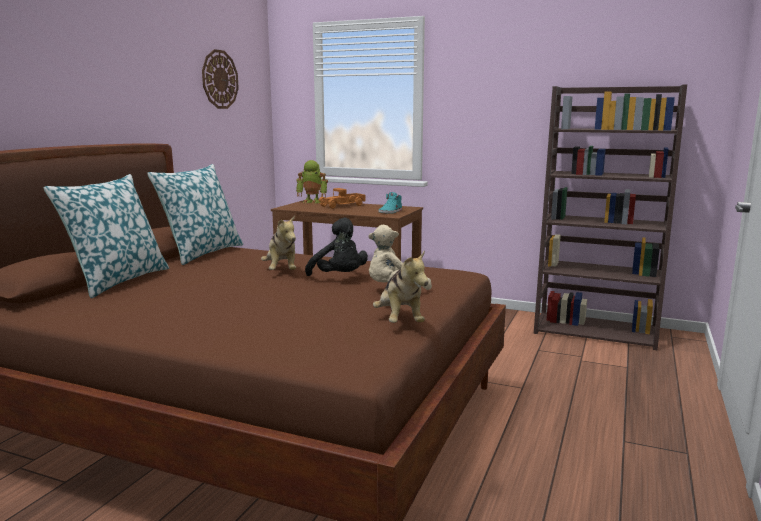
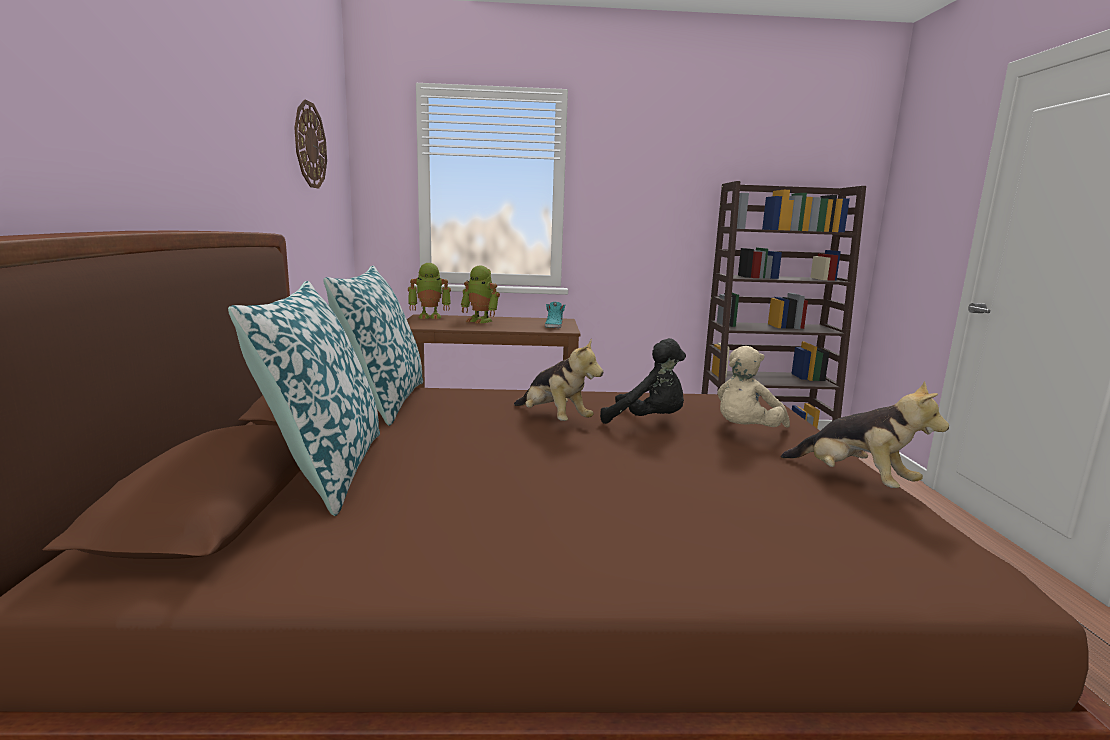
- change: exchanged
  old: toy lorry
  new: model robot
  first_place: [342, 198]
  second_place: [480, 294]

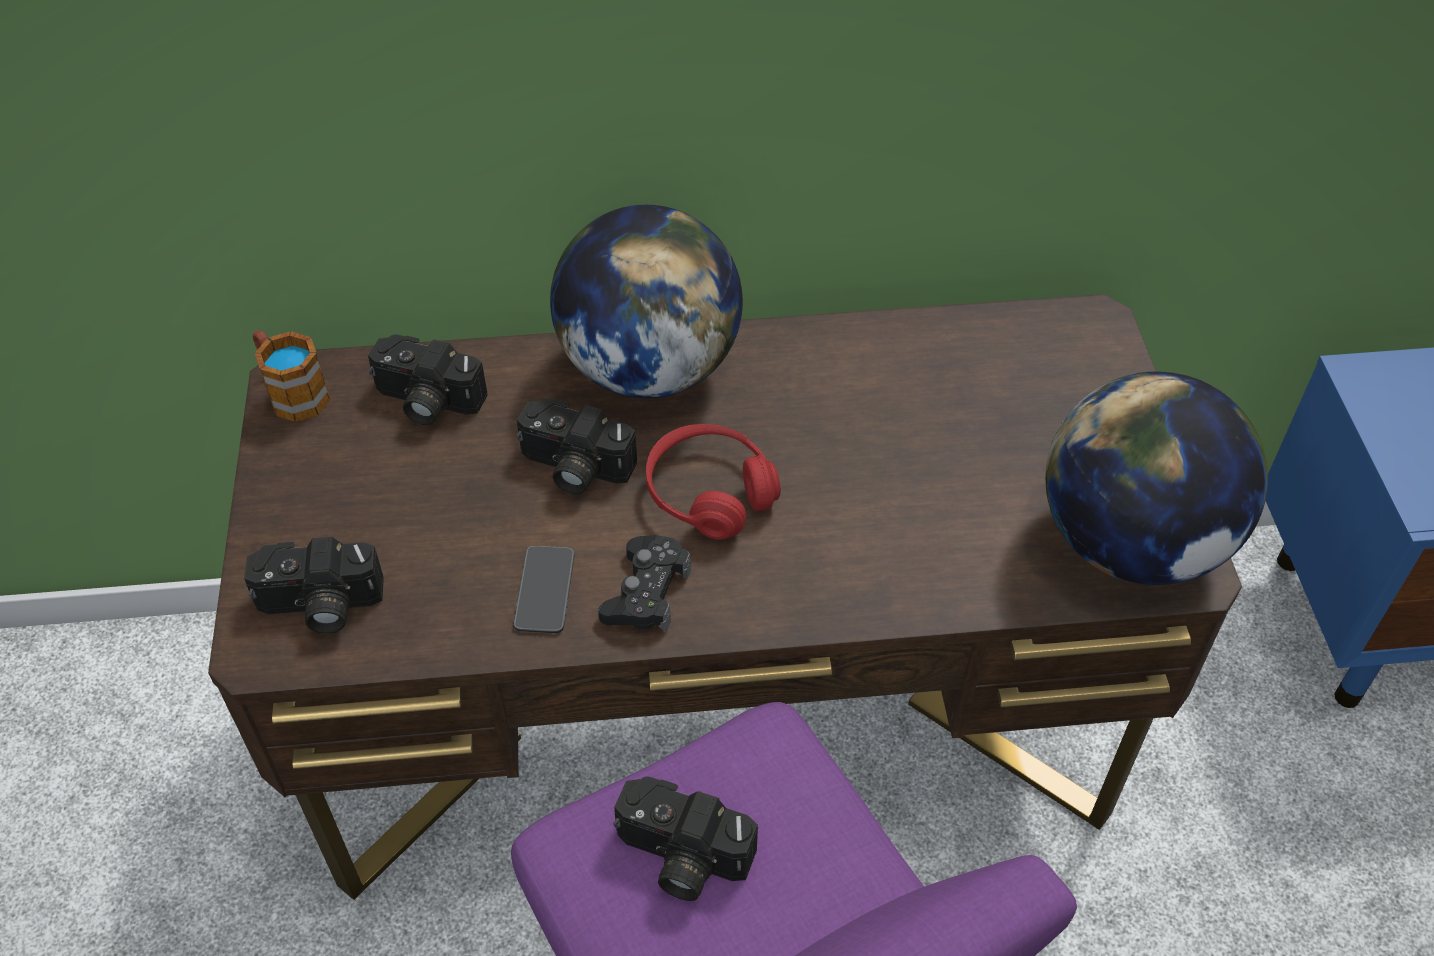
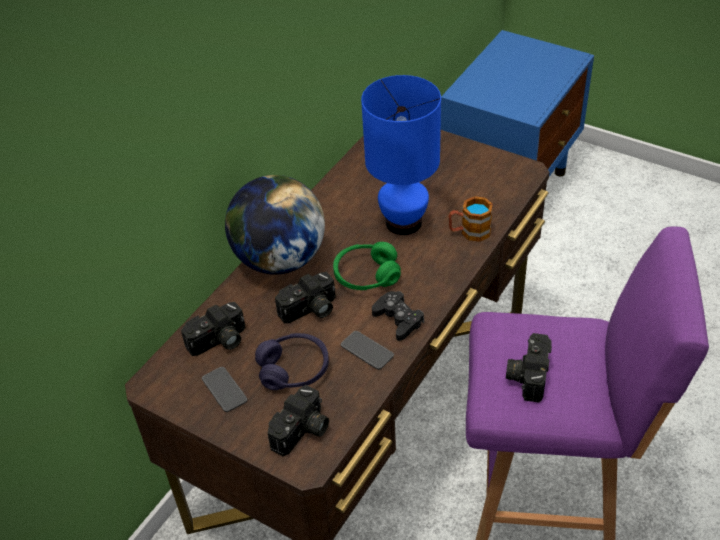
- change: relocated
  old: mug
  first_place: [291, 376]
  second_place: [471, 219]
- change: missing
  old: globe
  first_place: [1156, 478]
- change: colour
  old: headphones in red
  new: headphones in green
  first_place: [713, 482]
  second_place: [367, 266]
- change: spun
  old: photo camera
  first_place: [685, 838]
  second_place: [529, 368]
  degrees: 135
- change: appeared
  new: tabletop lamp in blue
  second_place: [401, 155]
- change: appeared
  new: headphones in purple-coloured
  second_place: [292, 361]
- change: appeared
  new: phone
  second_place: [225, 389]

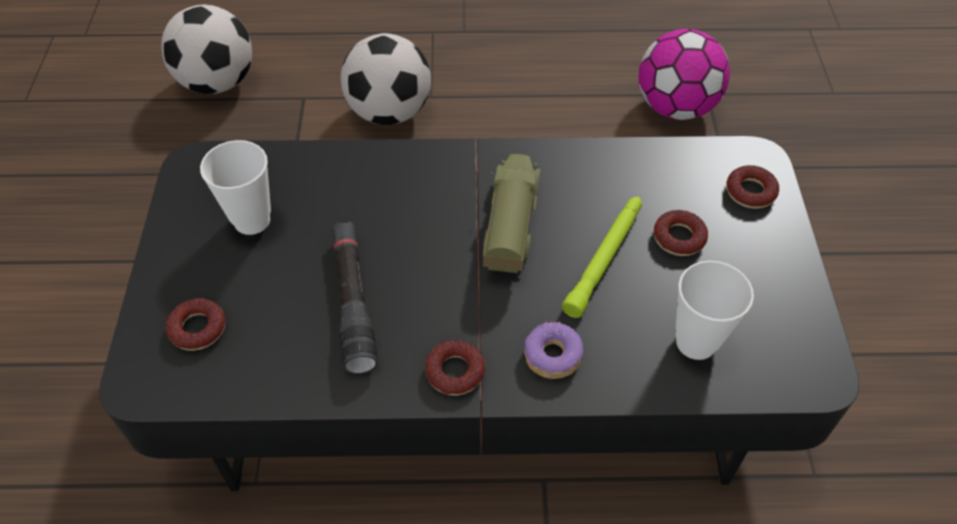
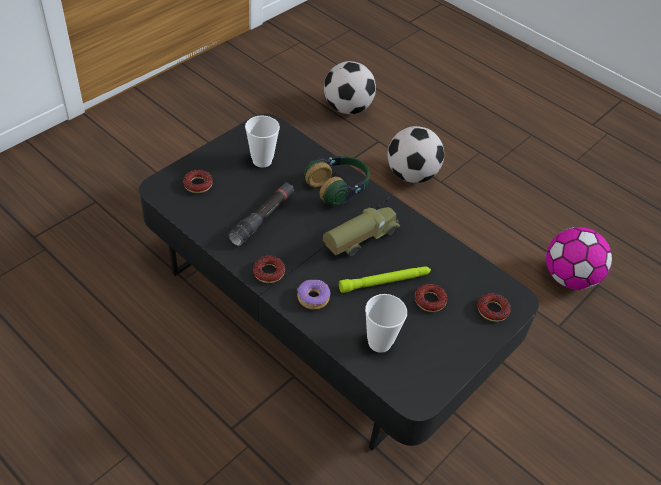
- change: appeared
  new: headphones
  second_place: [337, 180]

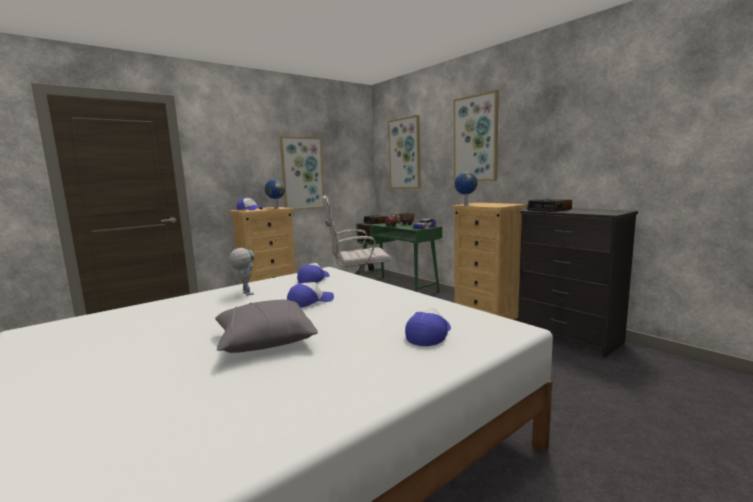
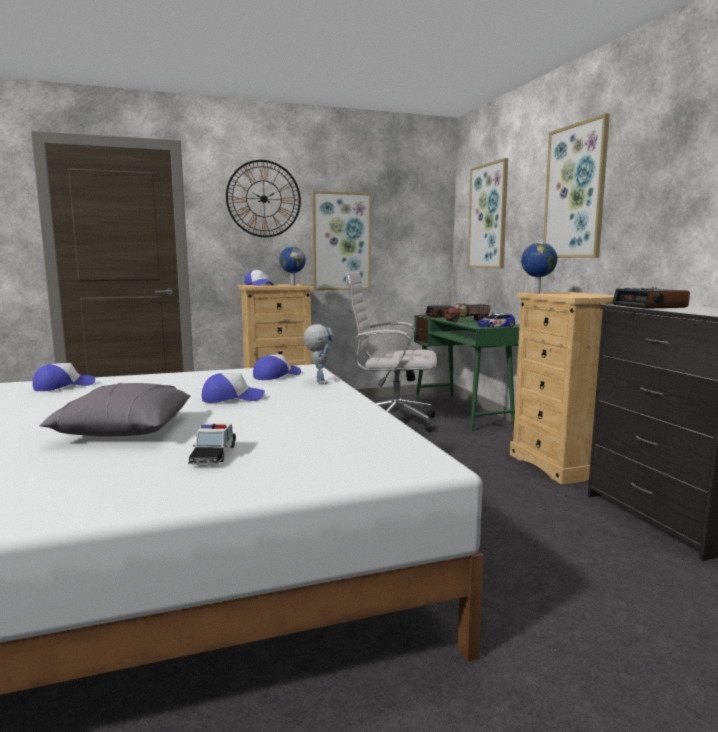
- change: relocated
  old: model robot
  first_place: [241, 272]
  second_place: [318, 354]
- change: relocated
  old: cap
  first_place: [428, 327]
  second_place: [64, 377]
- change: appeared
  new: hanging clock
  second_place: [263, 198]
- change: appeared
  new: model car
  second_place: [212, 444]

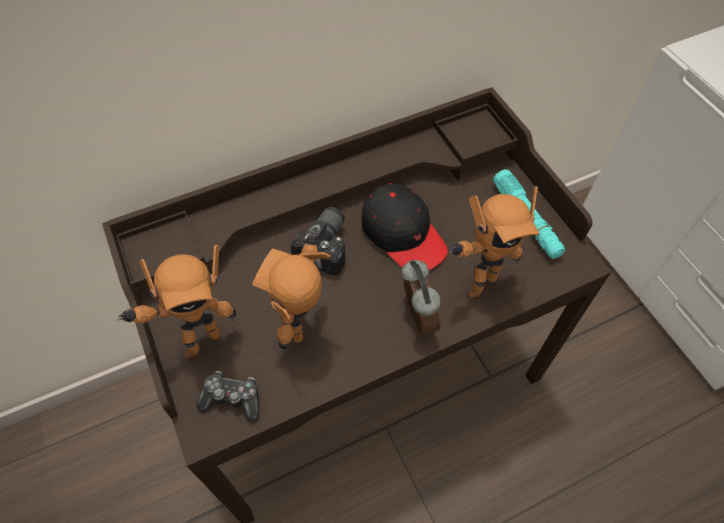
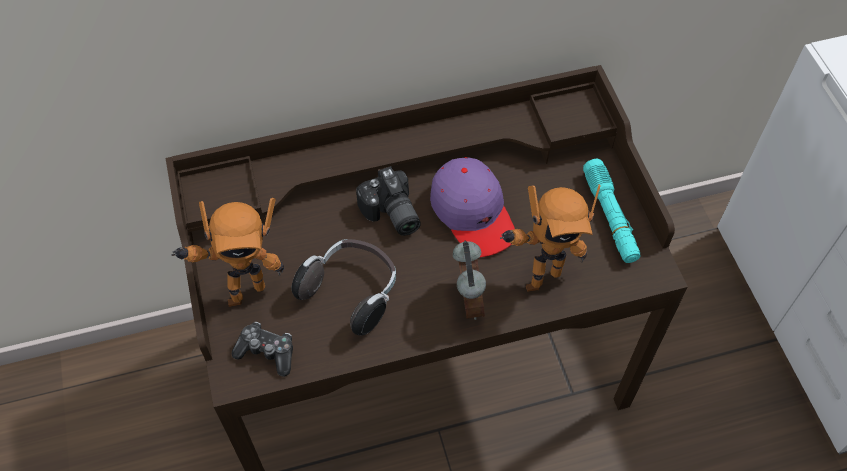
- change: colour
  old: cap in black-coloured
  new: cap in purple-coloured
  first_place: [404, 226]
  second_place: [472, 207]
- change: spun
  old: photo camera
  first_place: [318, 241]
  second_place: [388, 201]
  degrees: 120
- change: exchanged
  old: model robot
  new: headphones
  first_place: [291, 290]
  second_place: [343, 287]

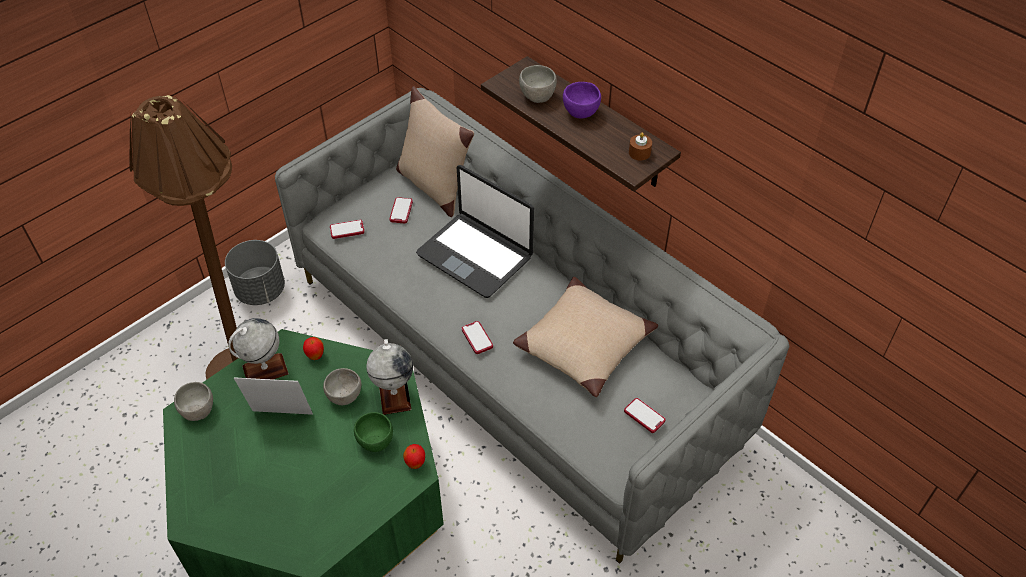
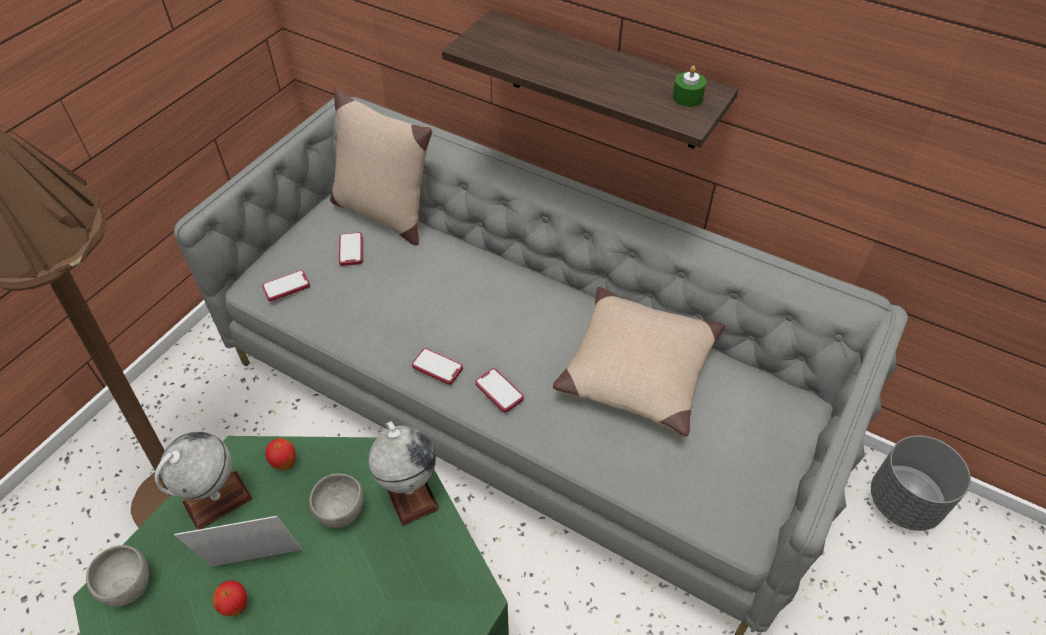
- change: missing
  old: bowl in grey
  first_place: [538, 84]
- change: missing
  old: bowl in purple-coloured
  first_place: [582, 100]
- change: colour
  old: wax light in brown
  new: wax light in green
  first_place: [640, 146]
  second_place: [689, 86]
- change: missing
  old: portable computer
  first_place: [475, 231]
- change: relocated
  old: plant pot in grey
  first_place: [255, 272]
  second_place: [921, 483]
- change: relocated
  old: phone
  first_place: [645, 415]
  second_place: [437, 366]
- change: missing
  old: bowl in green
  first_place: [373, 432]
- change: relocated
  old: whole apple
  first_place: [414, 456]
  second_place: [229, 598]

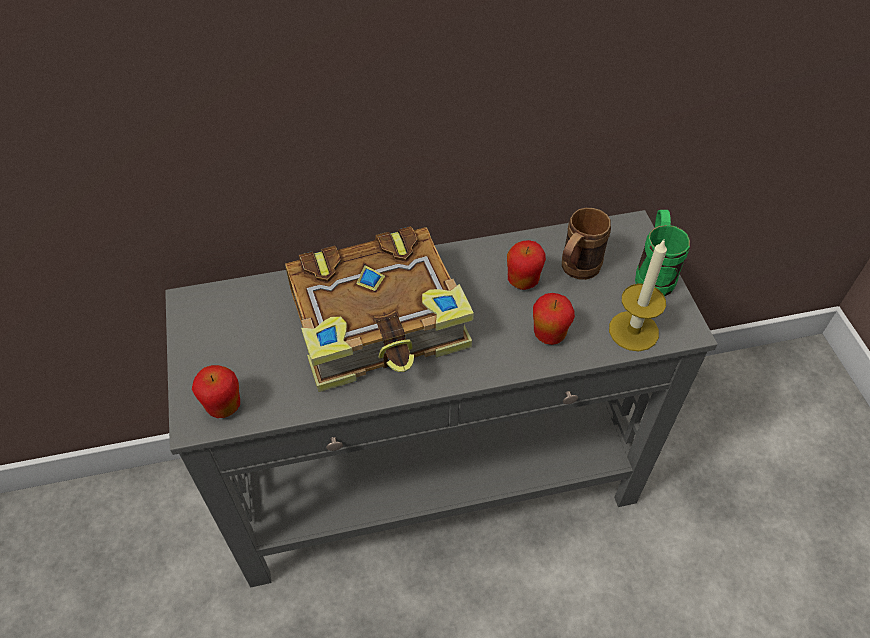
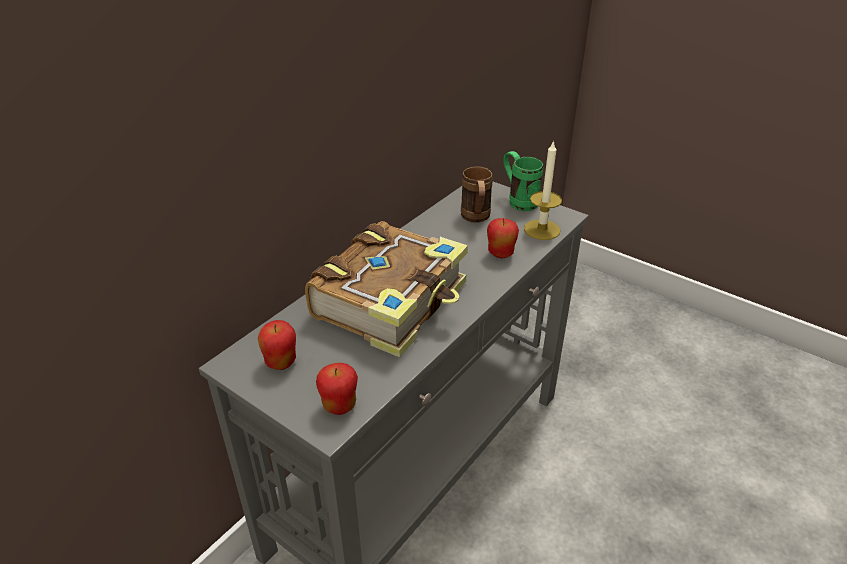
- change: relocated
  old: whole apple
  first_place: [526, 265]
  second_place: [277, 345]

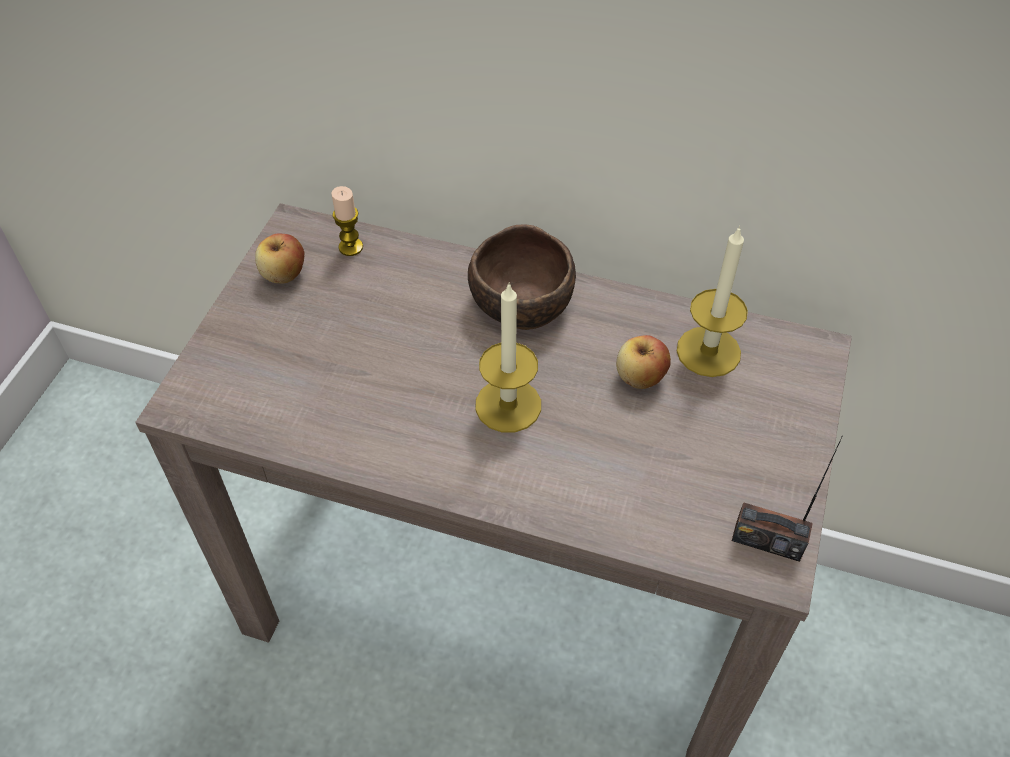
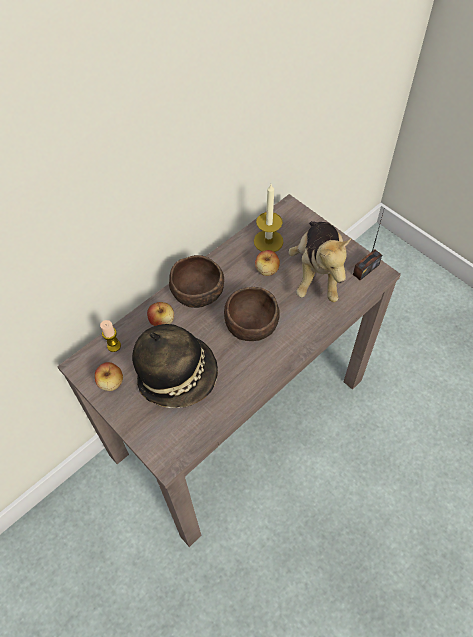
- change: exchanged
  old: wax light
  new: bowl in brown
  first_place: [508, 357]
  second_place: [252, 314]
- change: appeared
  new: cuddly toy
  second_place: [320, 261]
- change: appeared
  new: whole apple
  second_place: [160, 314]
- change: appeared
  new: wearable hat
  second_place: [175, 366]

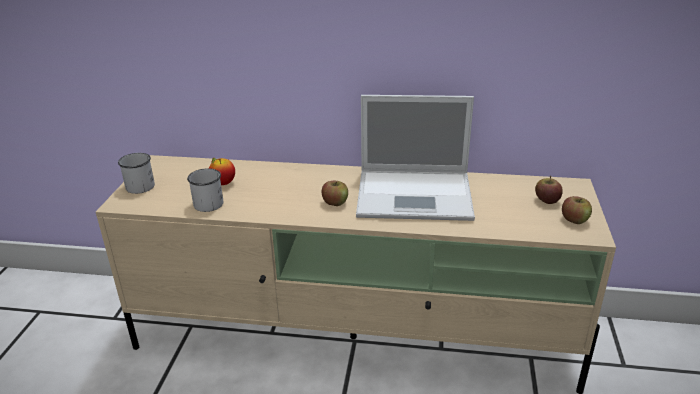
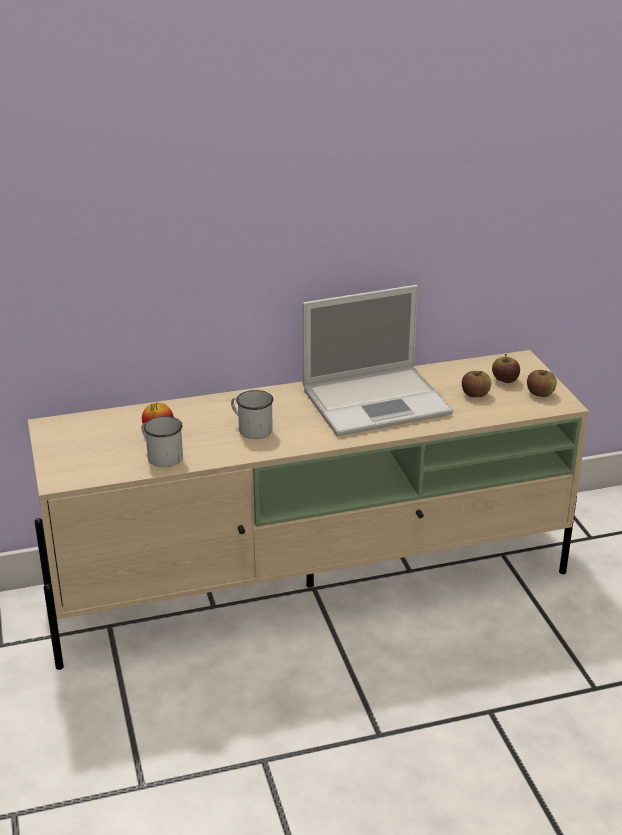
- change: relocated
  old: mug in white
  first_place: [136, 173]
  second_place: [252, 414]
- change: relocated
  old: whole apple
  first_place: [334, 193]
  second_place: [476, 384]

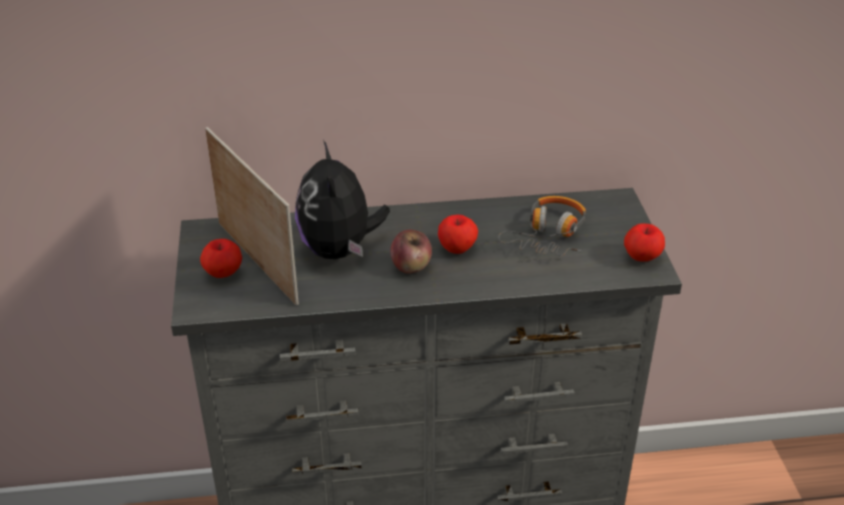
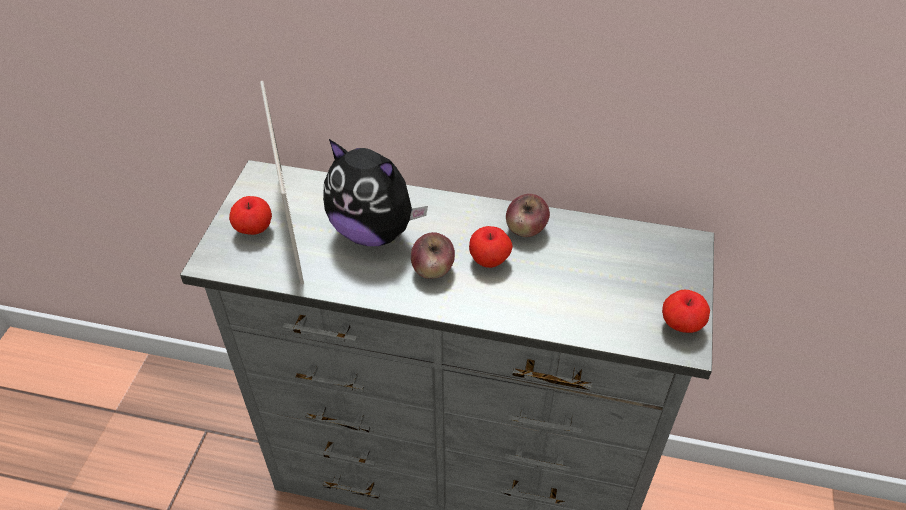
- change: spun
  old: cuddly toy
  first_place: [342, 199]
  second_place: [375, 192]
  degrees: -75
- change: missing
  old: headphones
  first_place: [542, 226]
- change: appeared
  new: whole apple
  second_place: [528, 215]

